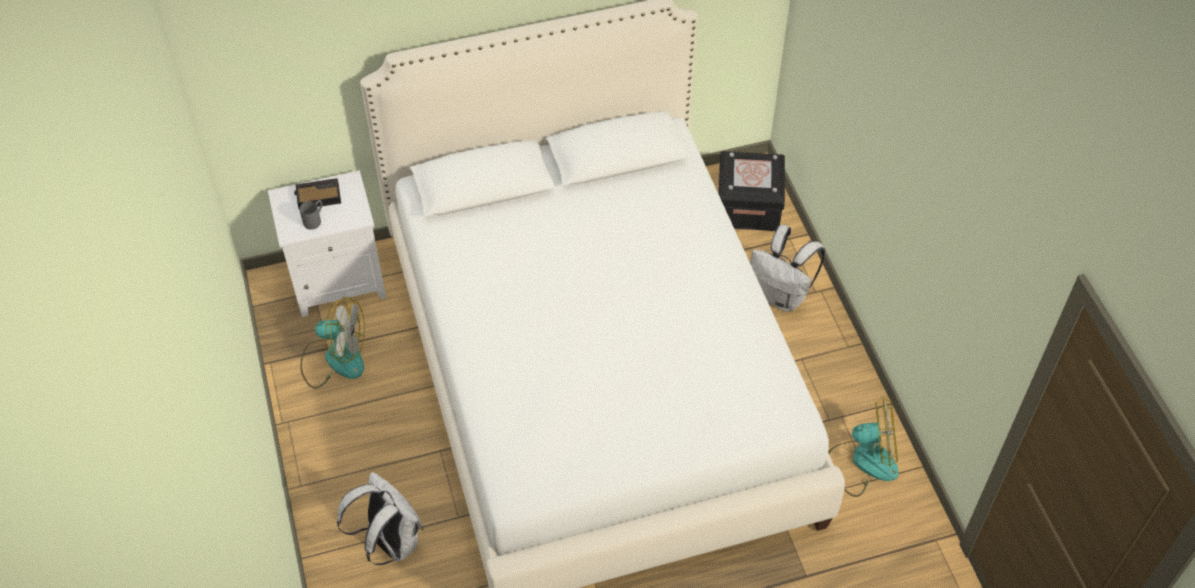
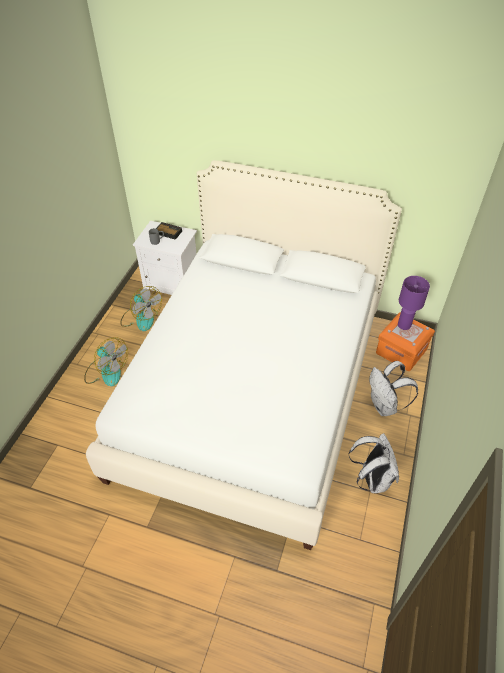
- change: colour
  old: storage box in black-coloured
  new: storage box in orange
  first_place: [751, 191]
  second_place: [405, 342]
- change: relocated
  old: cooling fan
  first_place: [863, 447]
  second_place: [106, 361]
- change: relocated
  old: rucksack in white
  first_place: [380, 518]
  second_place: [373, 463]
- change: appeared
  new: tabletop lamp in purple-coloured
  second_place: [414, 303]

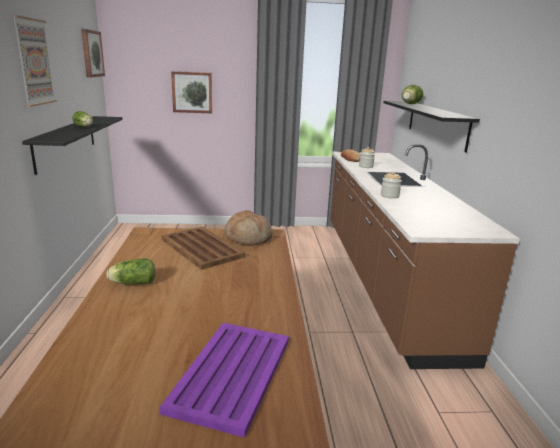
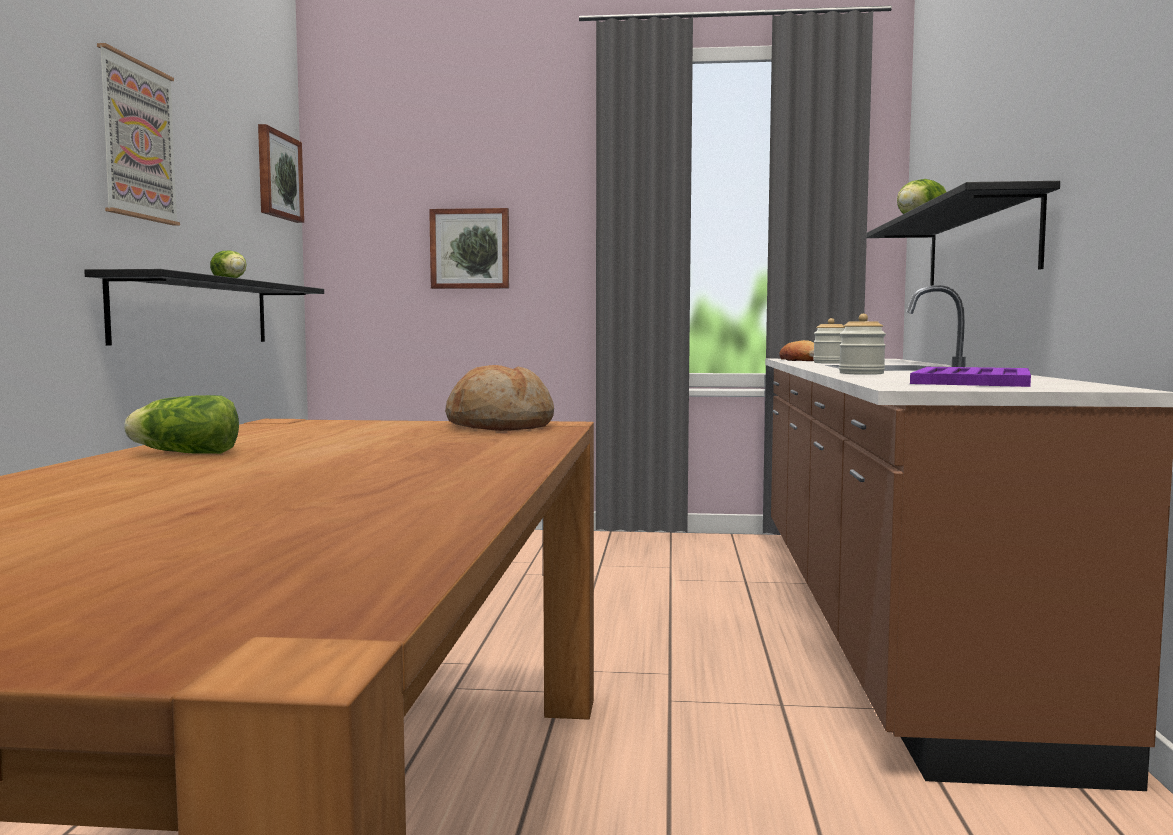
- change: missing
  old: carrying tray in brown
  first_place: [203, 248]
- change: relocated
  old: carrying tray in purple-coloured
  first_place: [224, 380]
  second_place: [970, 377]

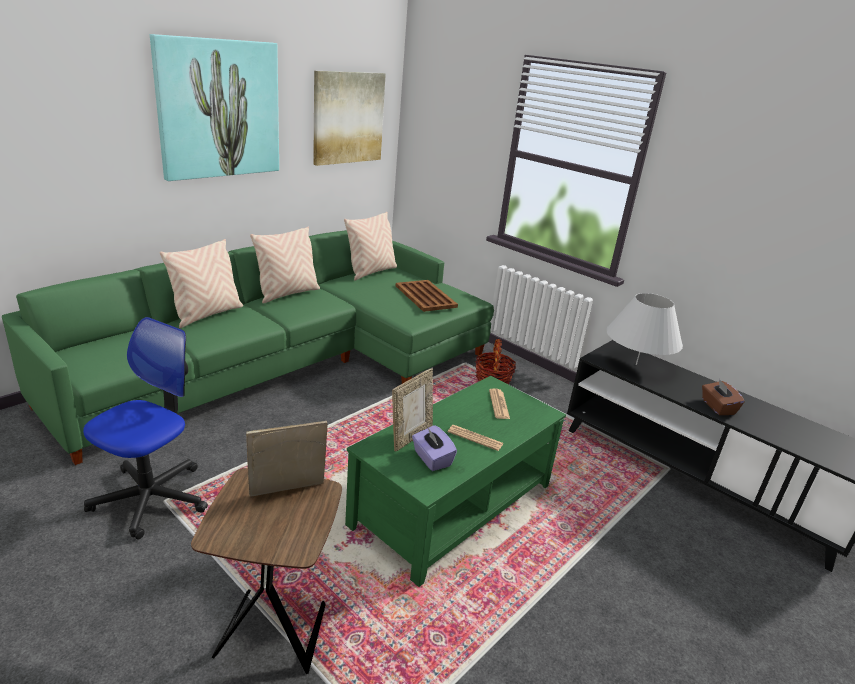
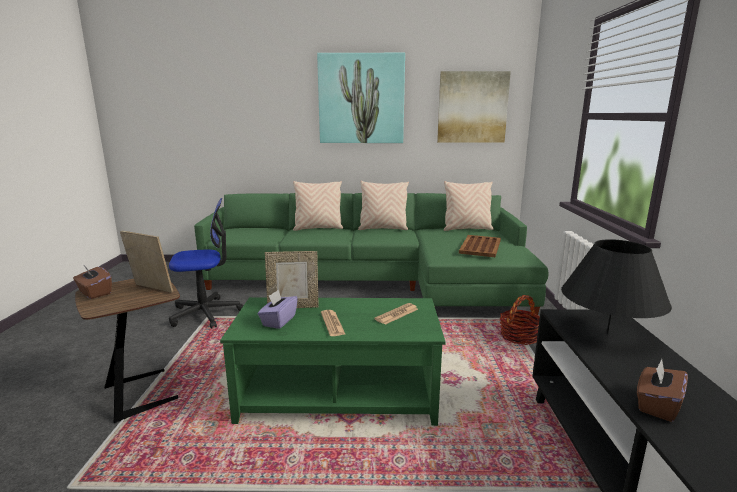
- change: colour
  old: tabletop lamp in white
  new: tabletop lamp in black-coloured
  first_place: [644, 329]
  second_place: [616, 286]
- change: appeared
  new: tissue box in brown
  second_place: [92, 282]

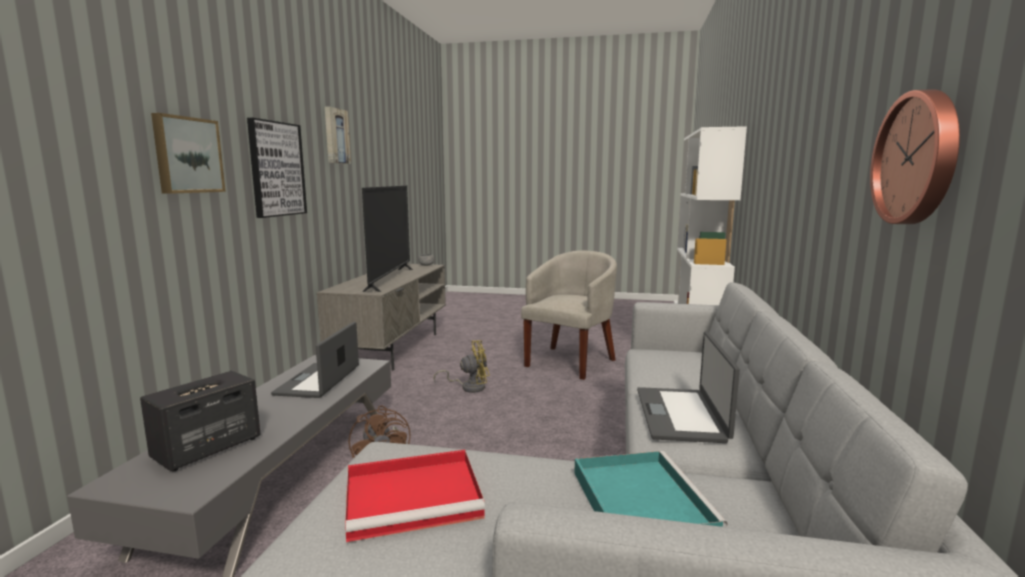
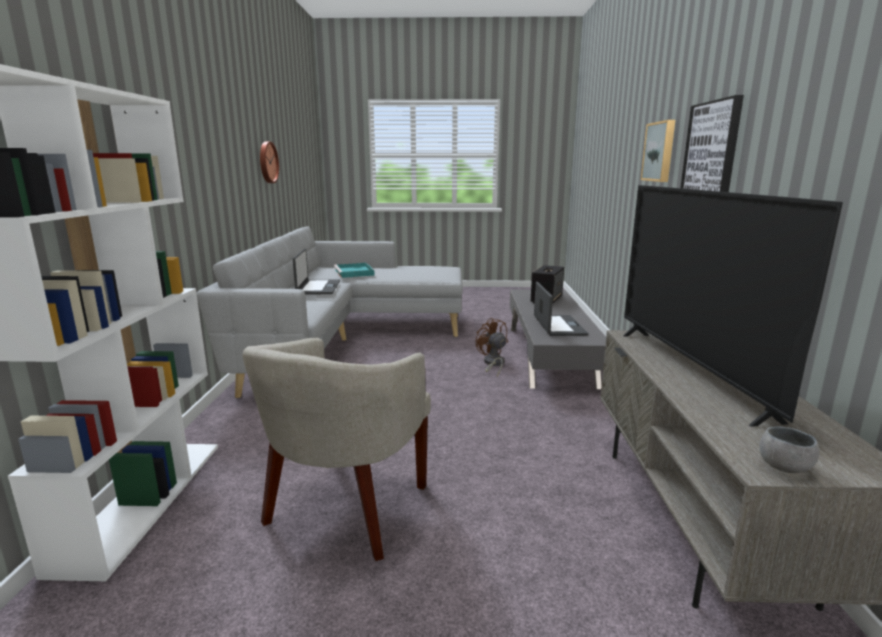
- change: missing
  old: wall picture
  first_place: [338, 135]
- change: missing
  old: cooling fan in yellowish
  first_place: [461, 366]
- change: missing
  old: carrying tray in red
  first_place: [415, 496]

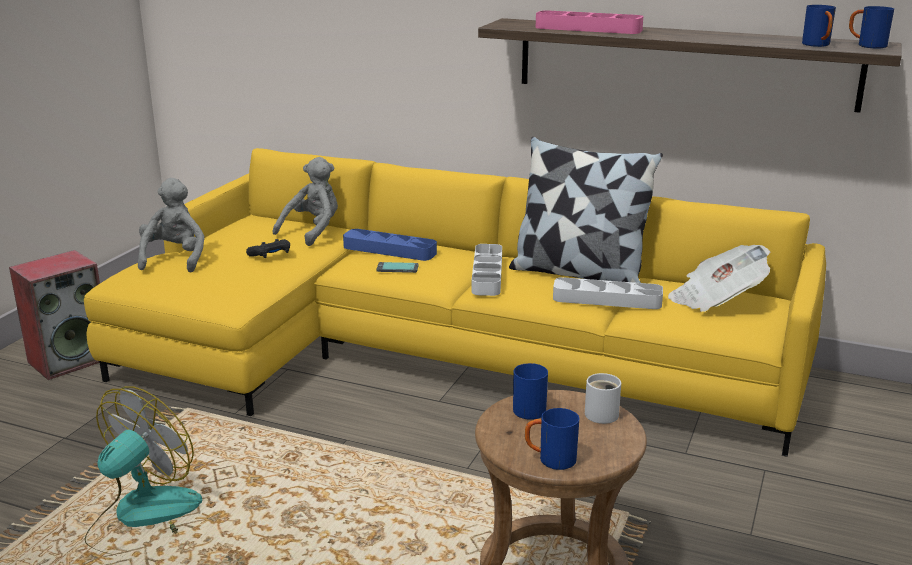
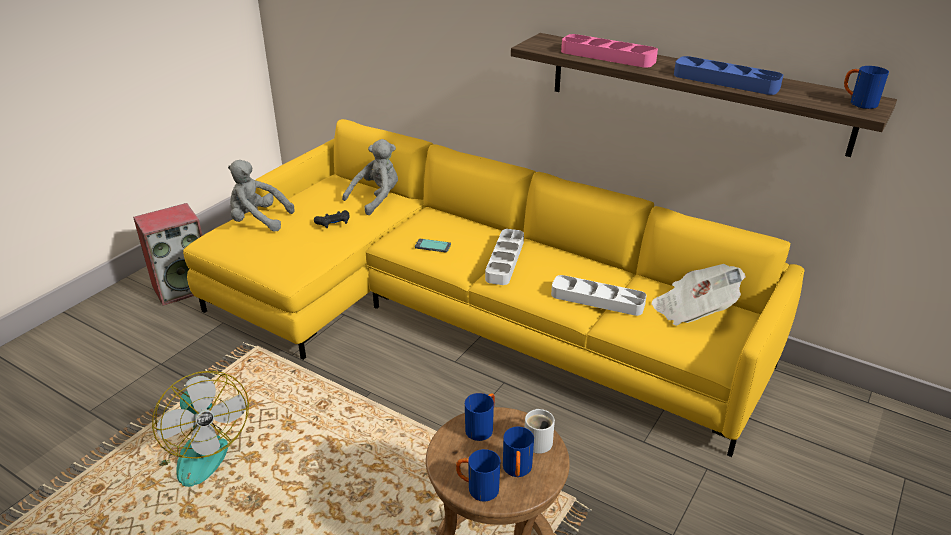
- change: relocated
  old: mug in blue
  first_place: [819, 26]
  second_place: [518, 452]
- change: missing
  old: pillow
  first_place: [586, 210]
- change: spun
  old: cuddly toy in grey
  first_place: [171, 225]
  second_place: [261, 196]
  degrees: -90
- change: relocated
  old: carrying tray in blue
  first_place: [390, 245]
  second_place: [728, 75]
- change: spun
  old: cooling fan
  first_place: [143, 471]
  second_place: [200, 429]
  degrees: 105

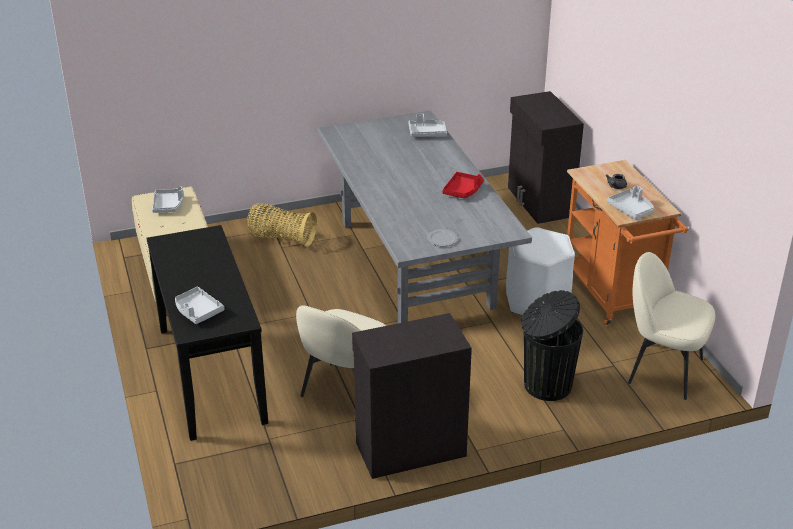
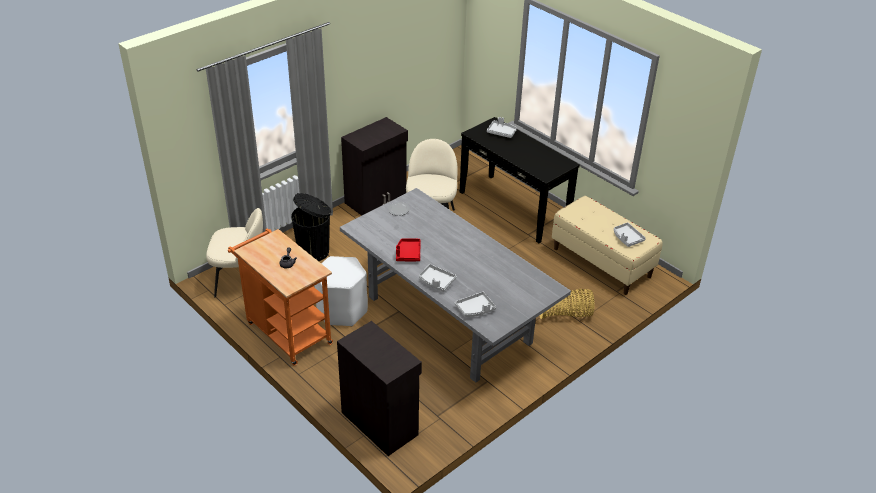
- change: relocated
  old: carrying tray in grey
  first_place: [630, 202]
  second_place: [437, 278]

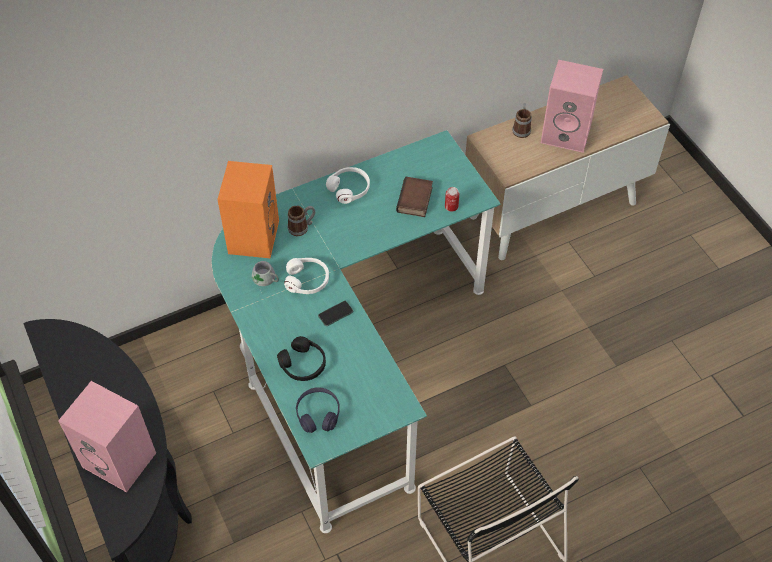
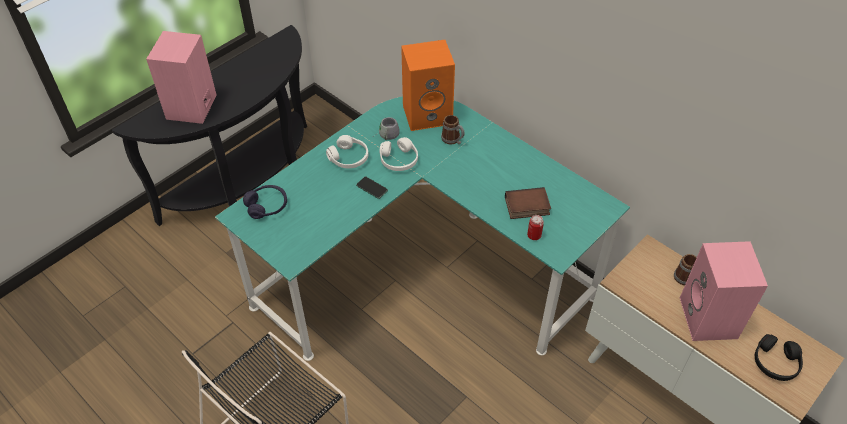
- change: relocated
  old: headphones in white
  first_place: [348, 185]
  second_place: [347, 151]
- change: relocated
  old: headphones in black-coloured
  first_place: [301, 358]
  second_place: [779, 357]

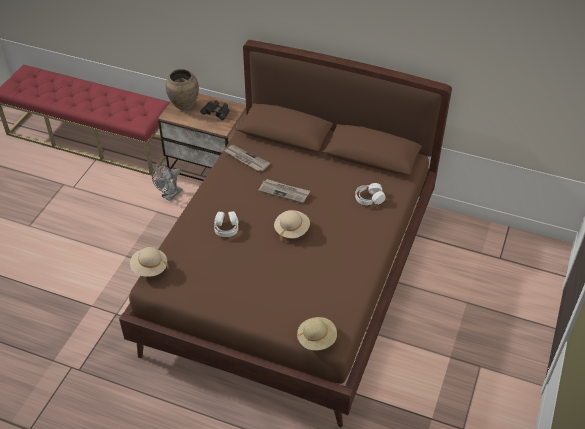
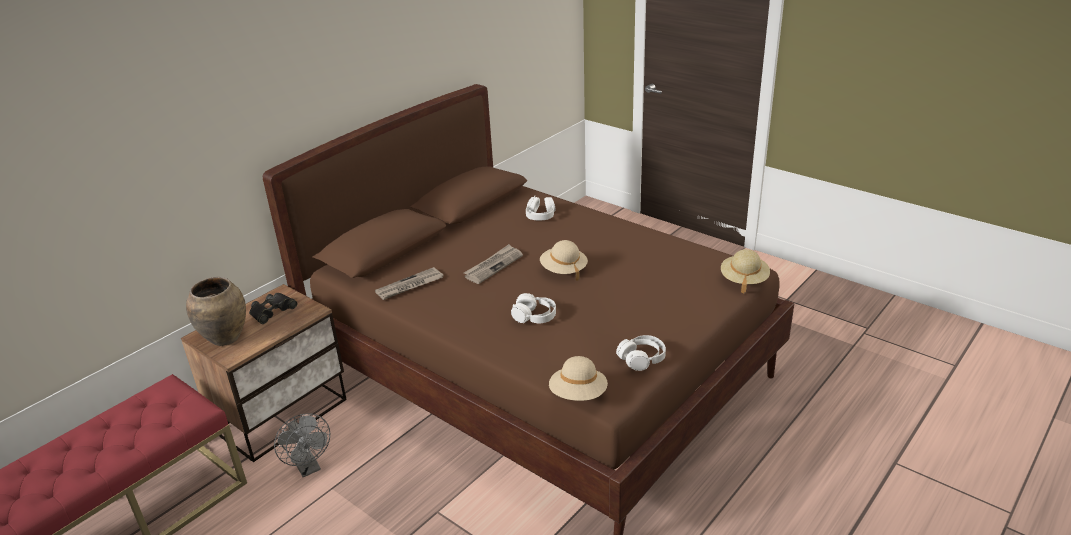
- change: appeared
  new: headphones in white
  second_place: [641, 353]

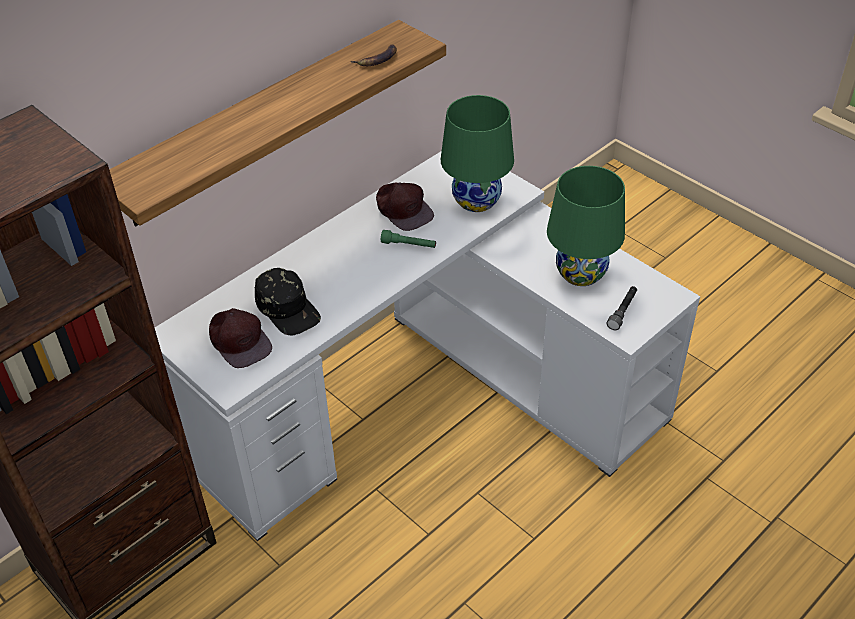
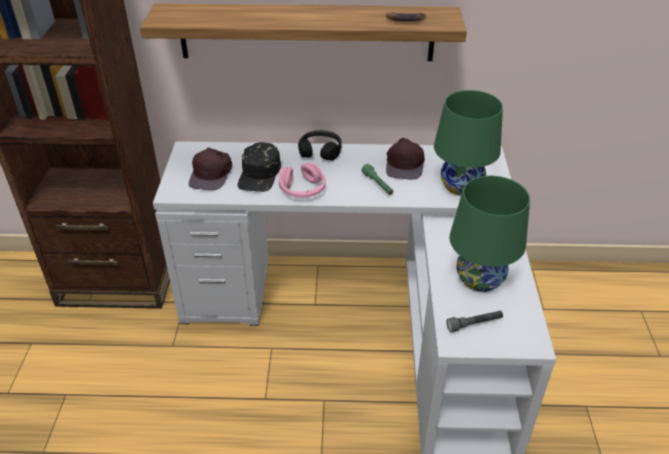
- change: appeared
  new: headphones in black-coloured
  second_place: [320, 145]
- change: appeared
  new: headphones in pink
  second_place: [302, 180]

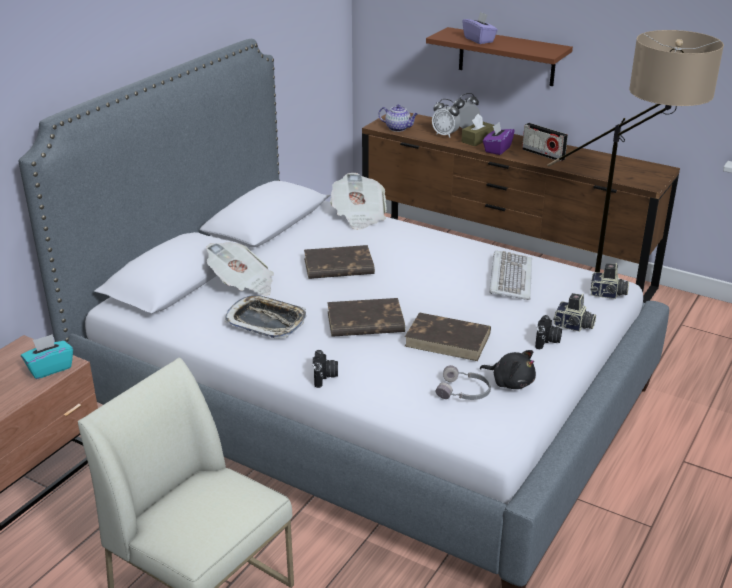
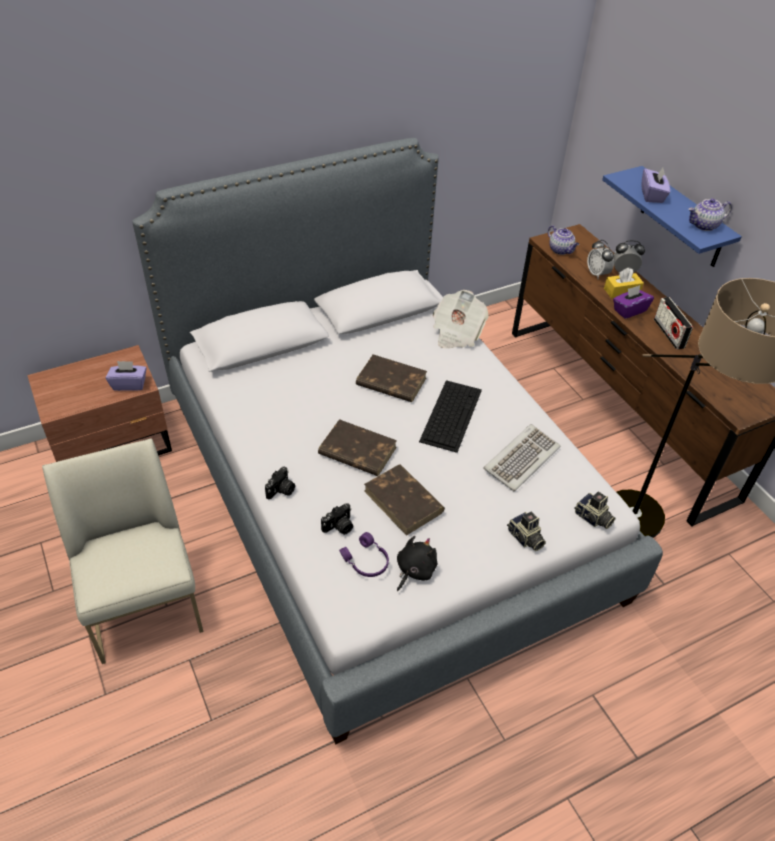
- change: colour
  old: bracket shelf in brown
  new: bracket shelf in blue
  first_place: [499, 56]
  second_place: [672, 216]
- change: colour
  old: tissue box in brown
  new: tissue box in yellowish
  first_place: [477, 130]
  second_place: [624, 283]
- change: missing
  old: printed paper
  first_place: [240, 269]
- change: missing
  old: carrying tray
  first_place: [265, 316]
- change: relocated
  old: photo camera
  first_place: [548, 332]
  second_place: [337, 519]
- change: colour
  old: tissue box in turquoise-coloured
  new: tissue box in purple-coloured
  first_place: [47, 356]
  second_place: [126, 376]
- change: spun
  old: cuddly toy in black-coloured
  first_place: [508, 369]
  second_place: [417, 563]
  degrees: -120
- change: colour
  old: headphones in grey
  new: headphones in purple-coloured
  first_place: [463, 382]
  second_place: [364, 554]
- change: appeared
  new: tea pot
  second_place: [710, 214]
- change: appeared
  new: computer keyboard
  second_place: [450, 416]

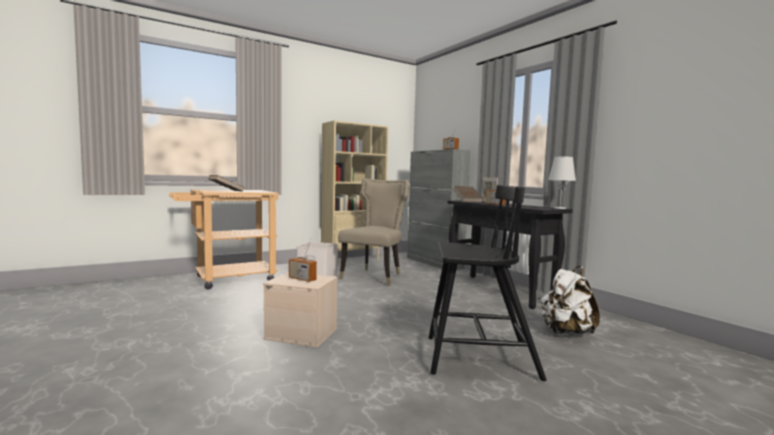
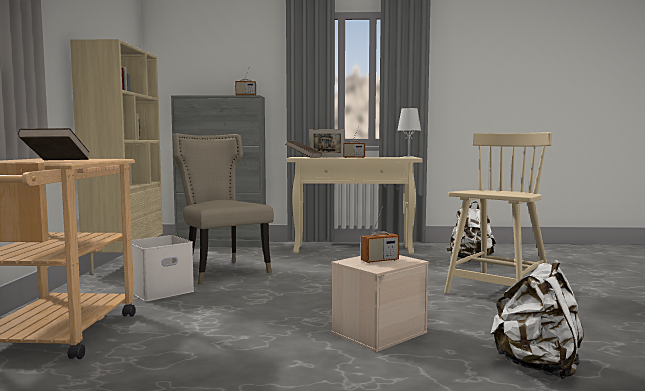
- change: colour
  old: chair in black-coloured
  new: chair in beige
  first_place: [488, 283]
  second_place: [498, 212]
- change: colour
  old: console table in black-coloured
  new: console table in beige
  first_place: [510, 254]
  second_place: [354, 206]
- change: appeared
  new: rucksack in white
  second_place: [537, 319]

